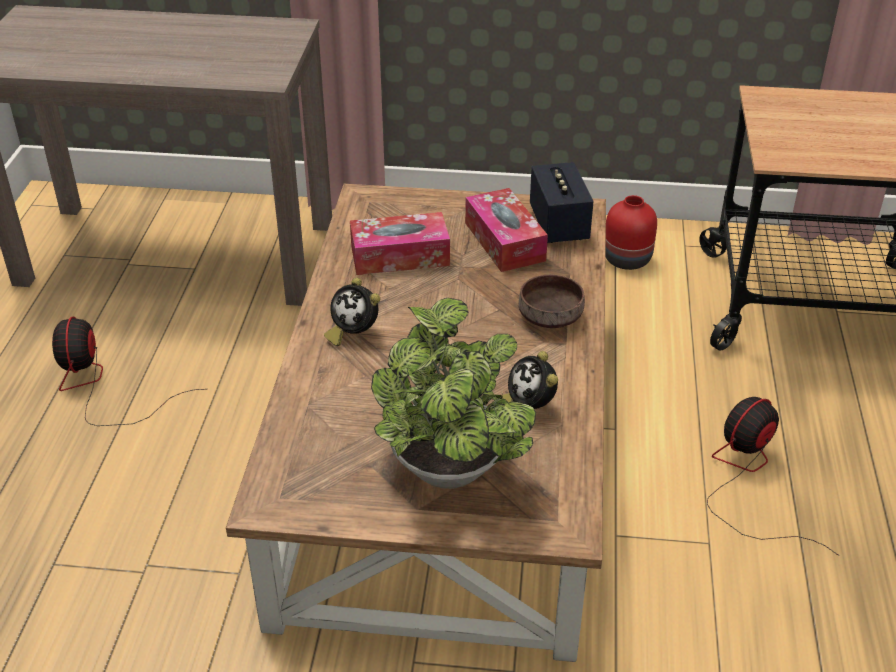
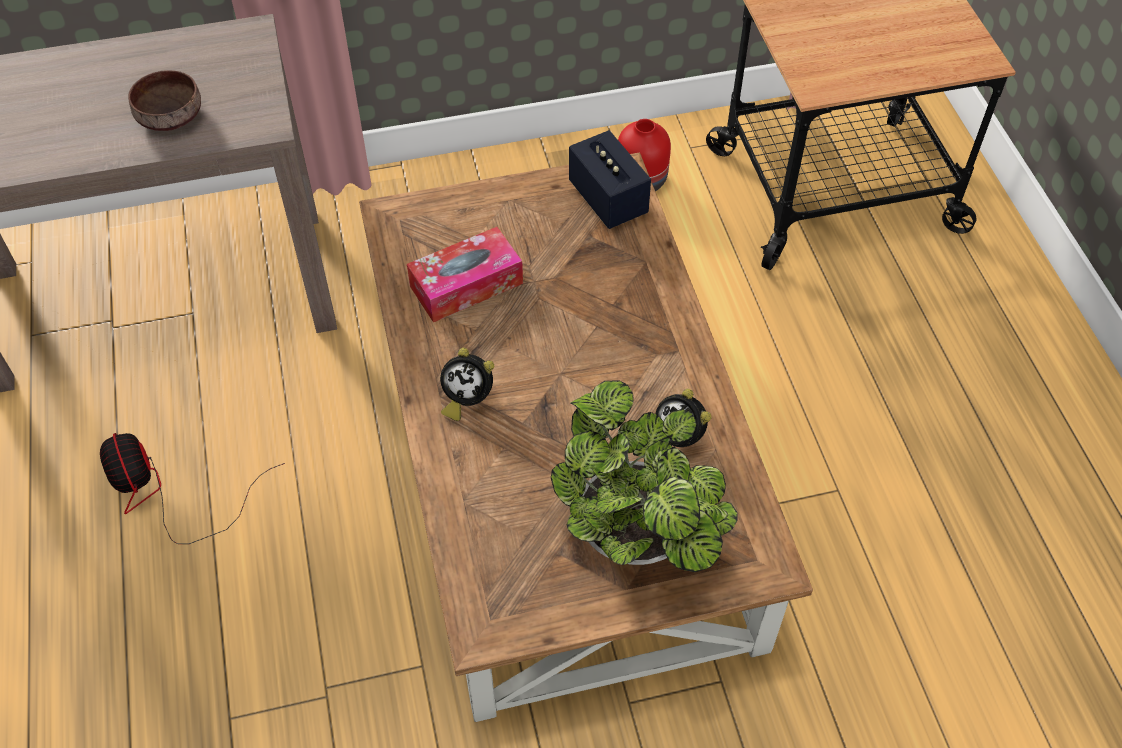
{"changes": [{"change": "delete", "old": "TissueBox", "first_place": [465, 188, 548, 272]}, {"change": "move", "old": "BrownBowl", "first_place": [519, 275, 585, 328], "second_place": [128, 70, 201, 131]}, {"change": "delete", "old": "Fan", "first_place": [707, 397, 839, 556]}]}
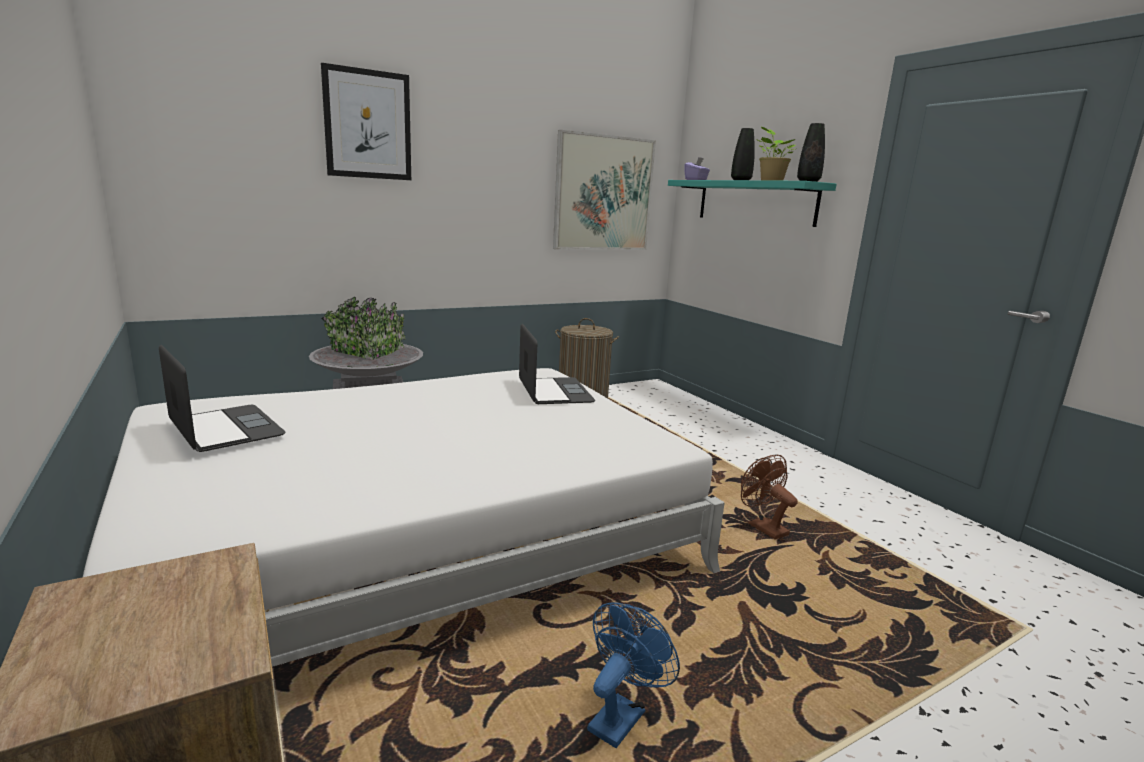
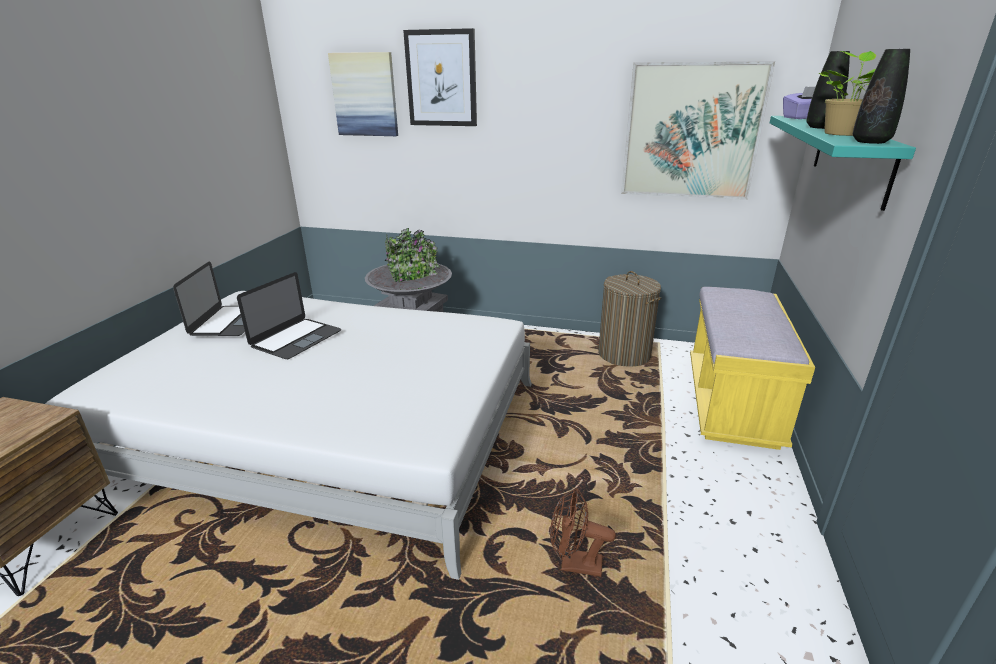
{"changes": [{"change": "move", "old": "Laptop", "first_place": [519, 324, 595, 404], "second_place": [237, 272, 341, 359]}, {"change": "rotate", "old": "BrownFan", "first_place": [741, 454, 798, 540], "second_place": [550, 488, 616, 577], "degrees": -90}, {"change": "delete", "old": "BlueFan", "first_place": [587, 603, 680, 748]}, {"change": "insert", "new": "Picture", "second_place": [328, 52, 398, 136]}, {"change": "insert", "new": "YellowBench", "second_place": [690, 287, 815, 450]}]}
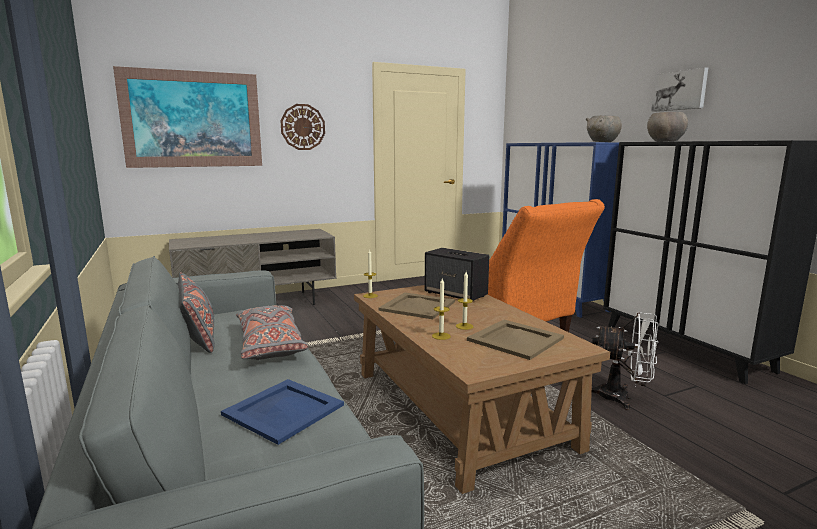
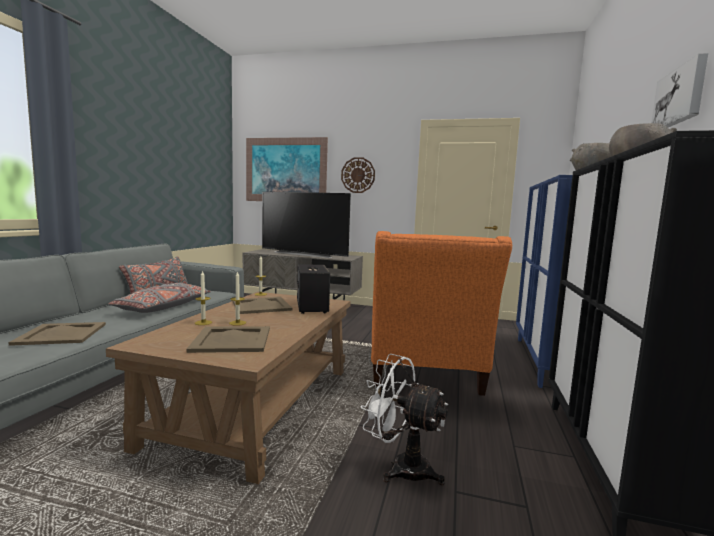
{"changes": [{"change": "rotate", "old": "WhiteFan", "first_place": [592, 312, 659, 410], "second_place": [361, 354, 448, 485], "degrees": 150}, {"change": "recolor", "old": "BlueTray", "new": "BeigeTray", "first_place": [221, 379, 344, 445], "second_place": [8, 322, 106, 346]}, {"change": "insert", "new": "Television", "second_place": [262, 192, 351, 258]}]}
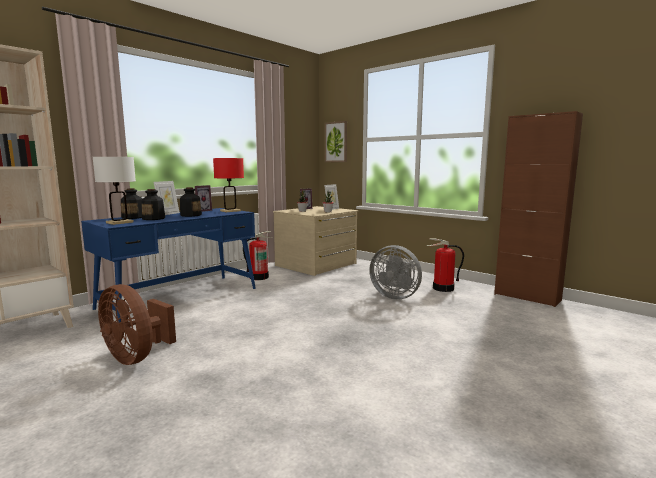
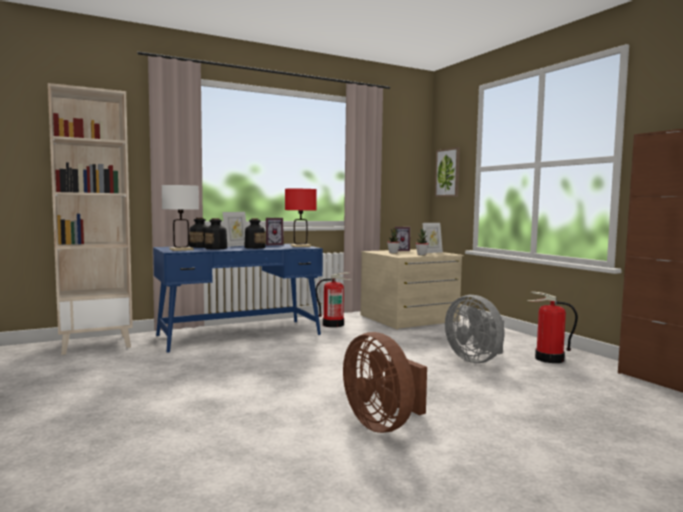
{"changes": [{"change": "move", "old": "BrownFan", "first_place": [98, 284, 176, 365], "second_place": [343, 332, 427, 433]}]}
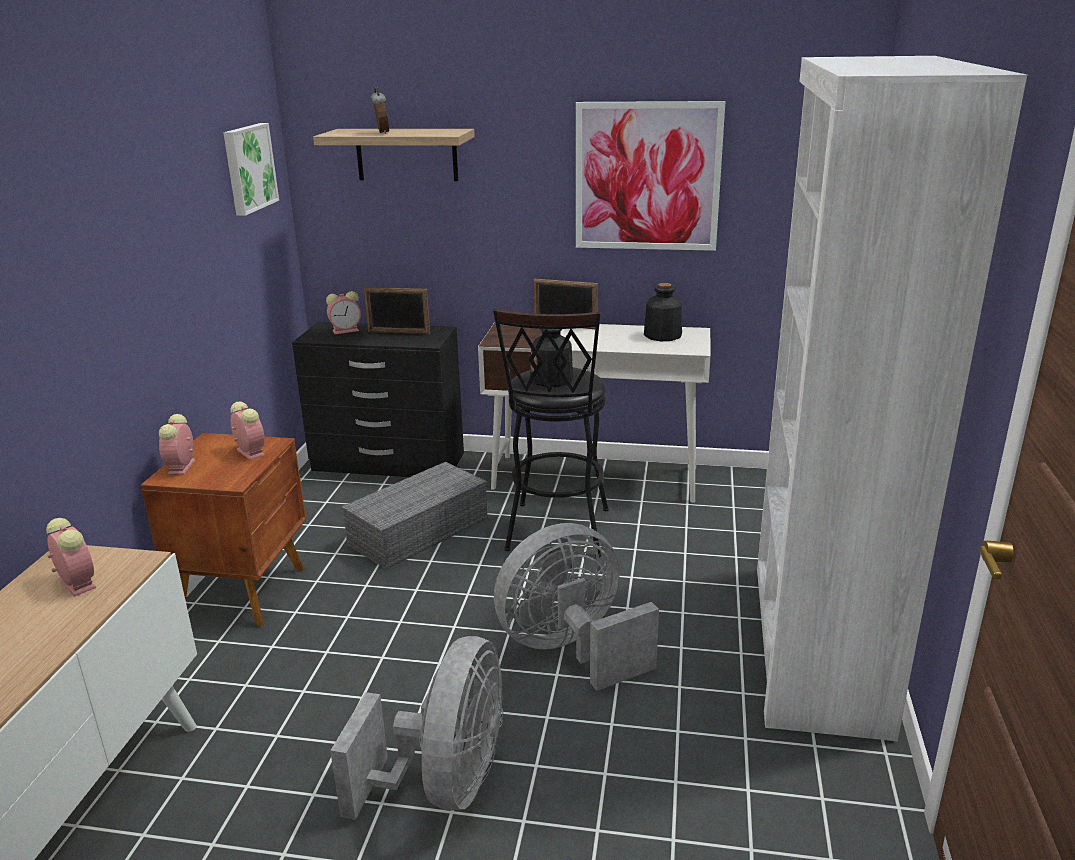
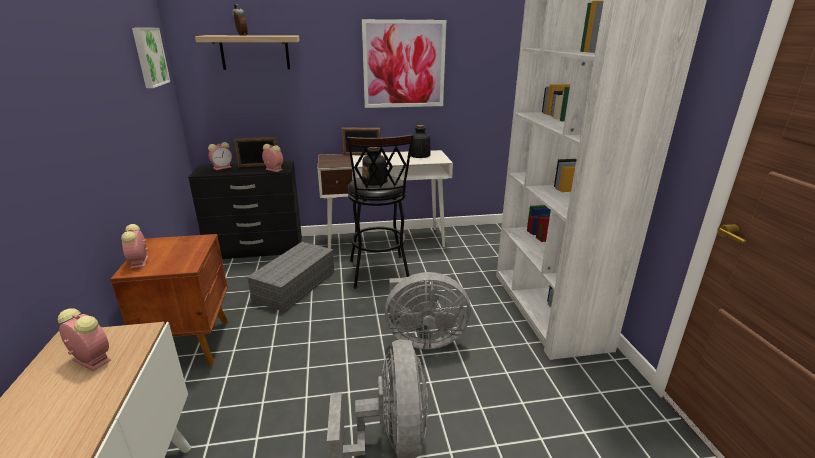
{"changes": [{"change": "move", "old": "AlarmClock", "first_place": [230, 402, 265, 460], "second_place": [262, 144, 283, 172]}, {"change": "rotate", "old": "GreyFan", "first_place": [494, 523, 659, 691], "second_place": [385, 272, 471, 349], "degrees": -135}]}
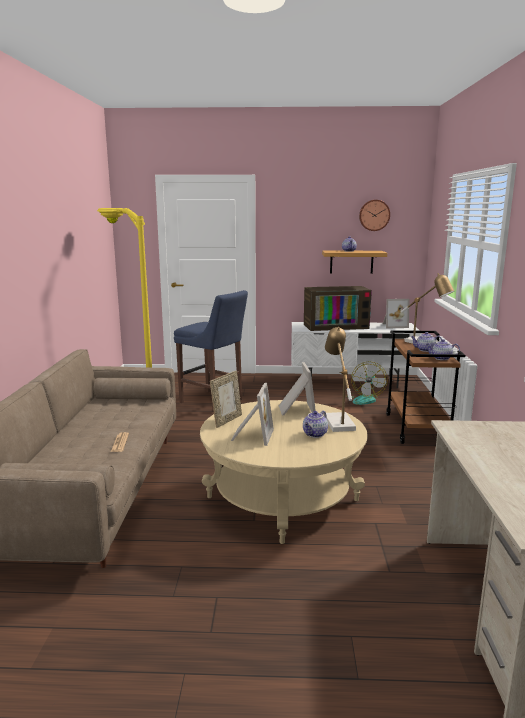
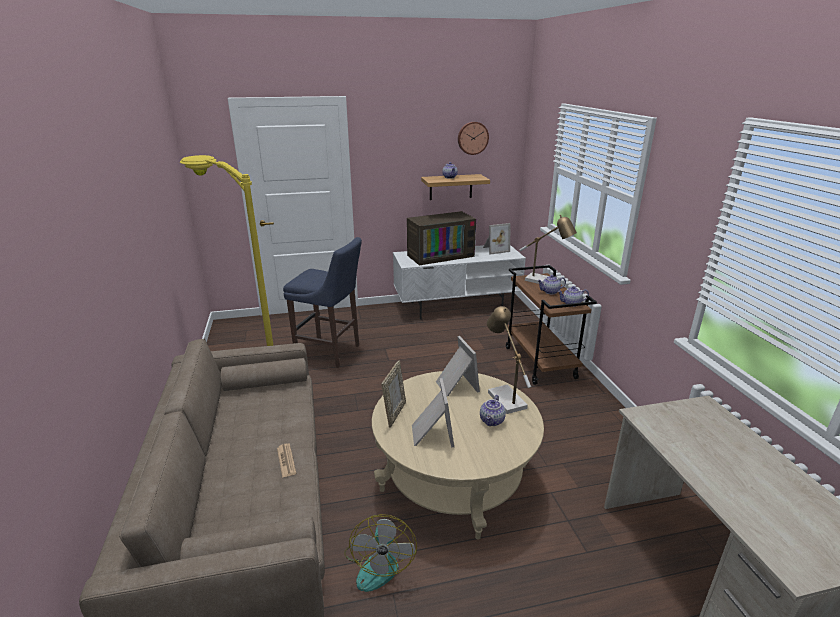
{"changes": [{"change": "move", "old": "Fan", "first_place": [346, 362, 388, 405], "second_place": [344, 514, 417, 592]}]}
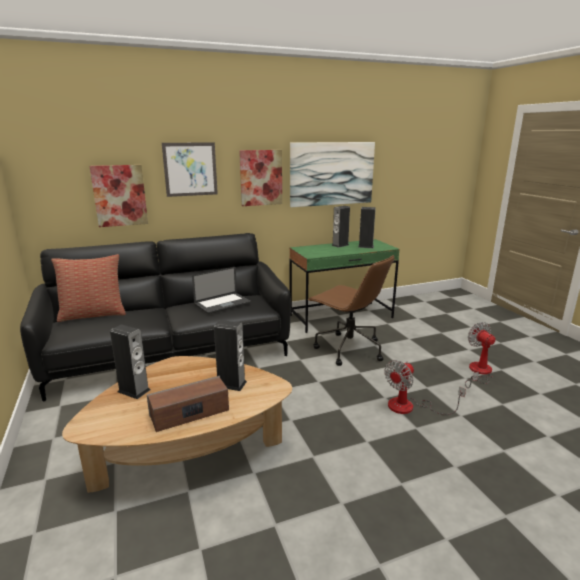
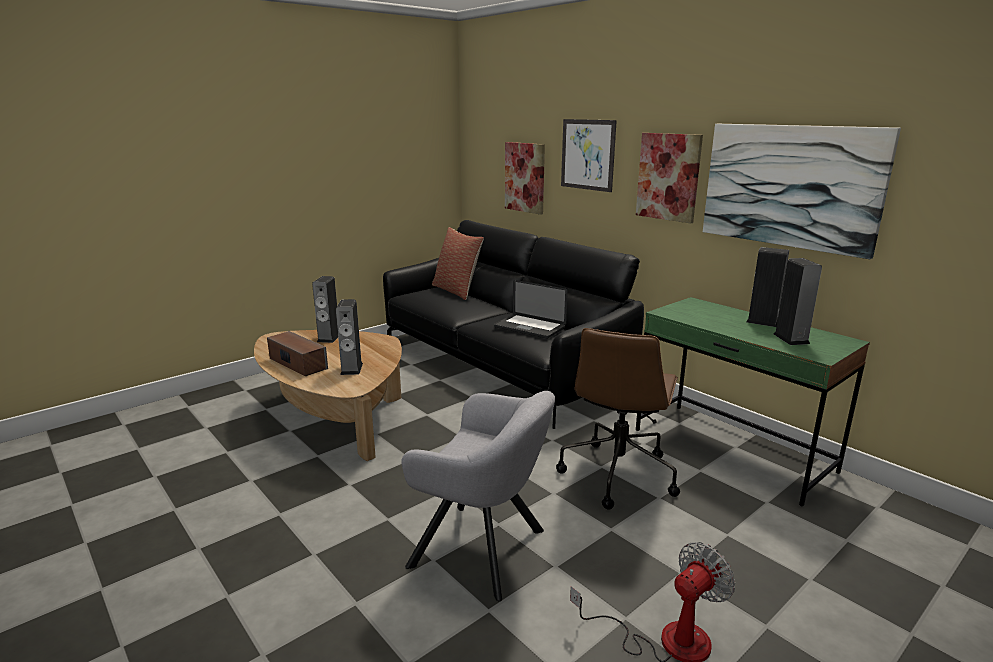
{"changes": [{"change": "replace", "old": "Fan", "new": "GreyArmchair", "first_place": [384, 360, 466, 415], "second_place": [401, 391, 555, 601]}]}
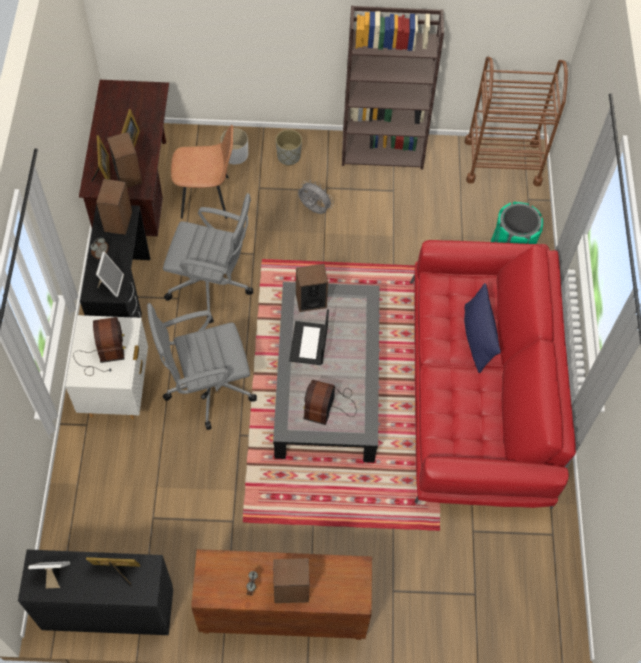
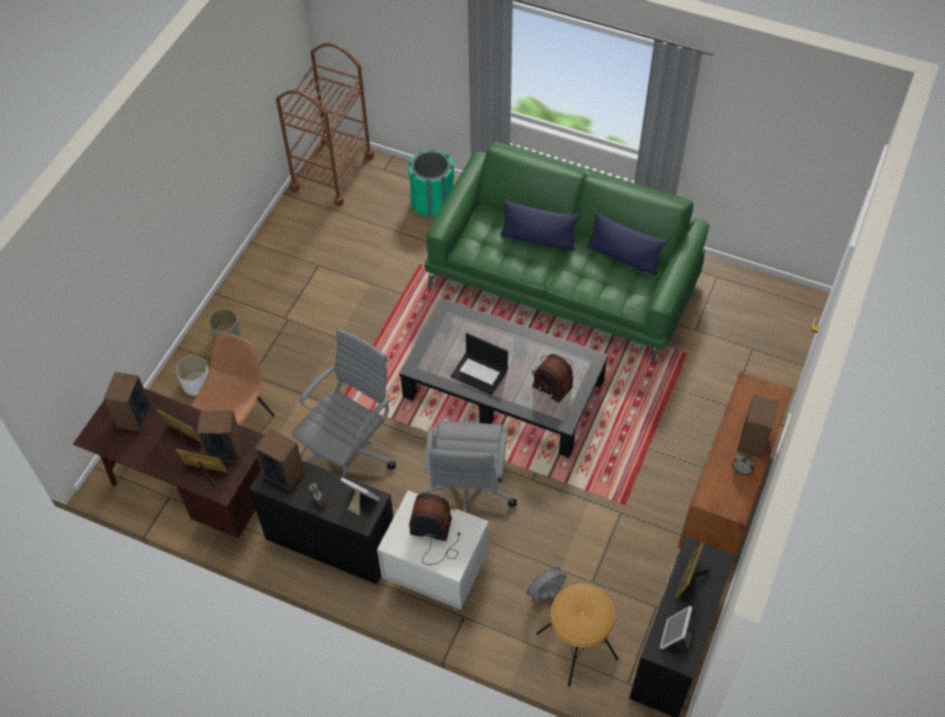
{"changes": [{"change": "delete", "old": "BrownBookcase", "first_place": [342, 6, 444, 169]}, {"change": "move", "old": "GreyFan", "first_place": [298, 180, 334, 214], "second_place": [523, 563, 566, 603]}, {"change": "recolor", "old": "RedSofa", "new": "GreenSofa", "first_place": [410, 240, 576, 509], "second_place": [425, 141, 709, 362]}, {"change": "move", "old": "Speaker", "first_place": [296, 264, 328, 312], "second_place": [103, 372, 151, 432]}, {"change": "insert", "new": "BluePillow", "second_place": [587, 213, 666, 276]}, {"change": "insert", "new": "BrownStool", "second_place": [536, 584, 619, 687]}]}
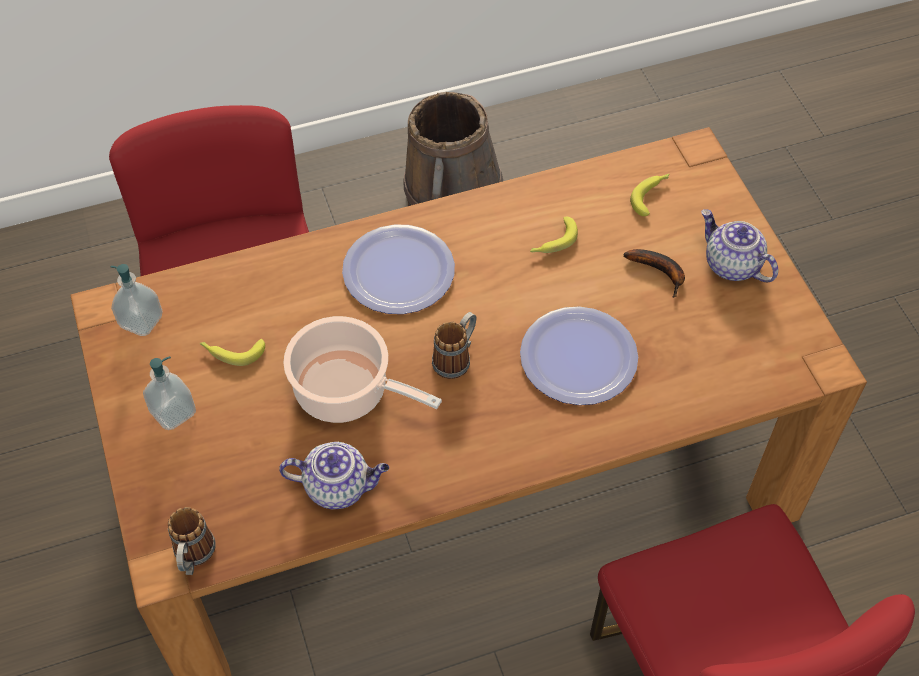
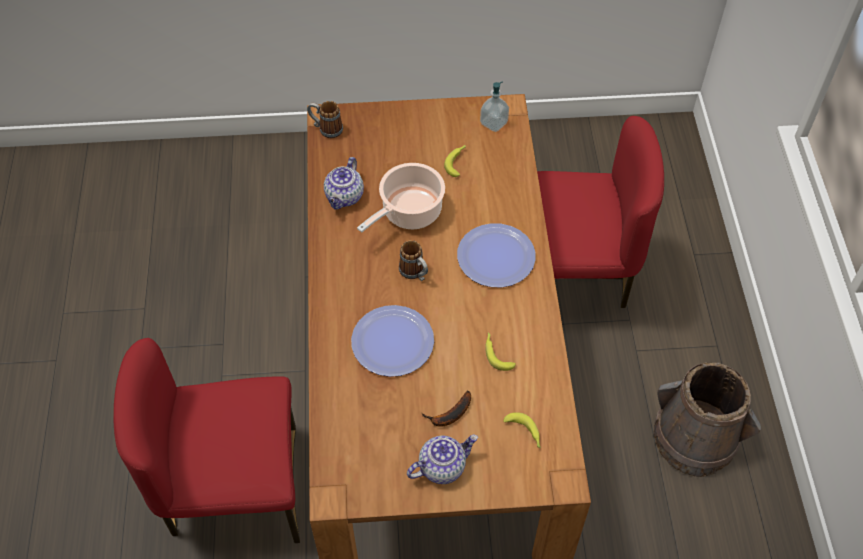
{"changes": [{"change": "delete", "old": "SoapDispenser", "first_place": [143, 356, 196, 430]}]}
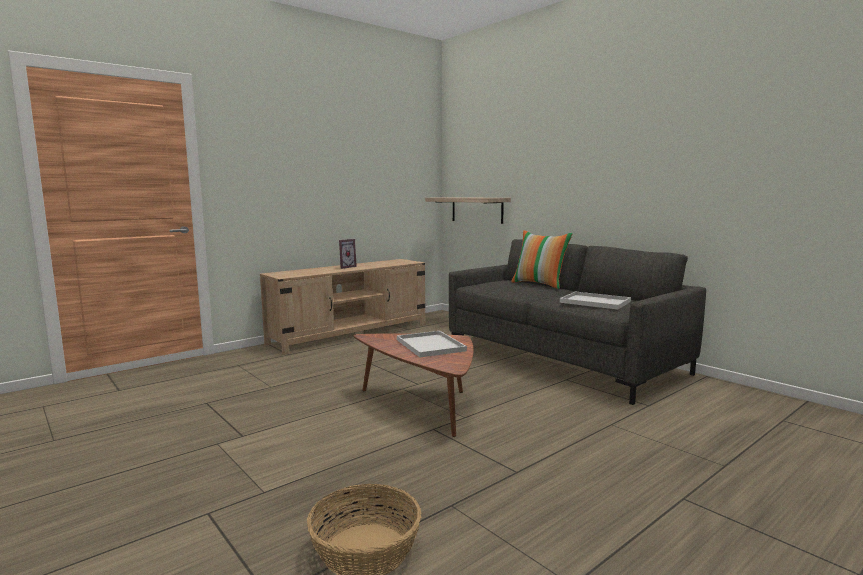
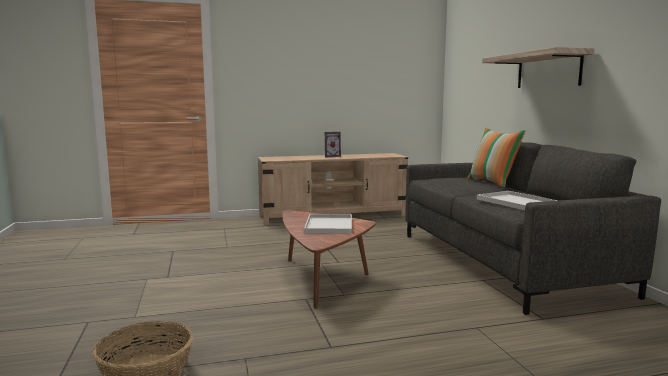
{"changes": [{"change": "move", "old": "Shelf", "first_place": [425, 197, 511, 224], "second_place": [482, 47, 594, 88]}]}
